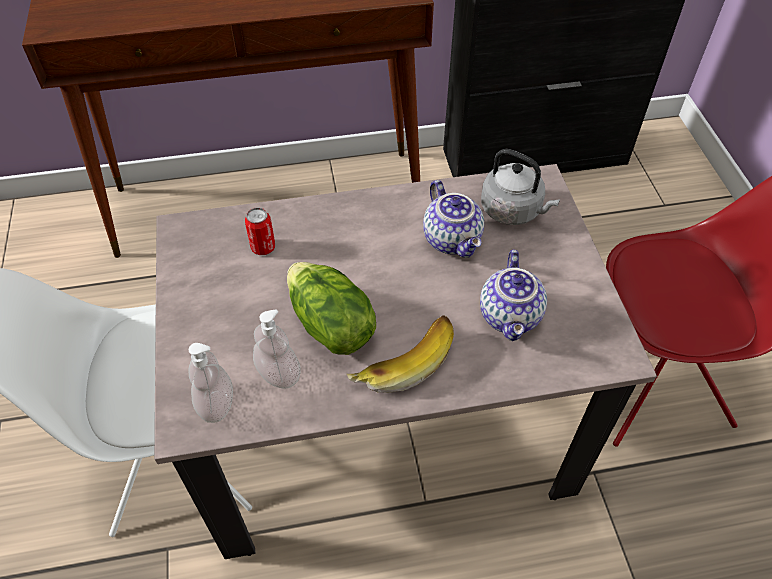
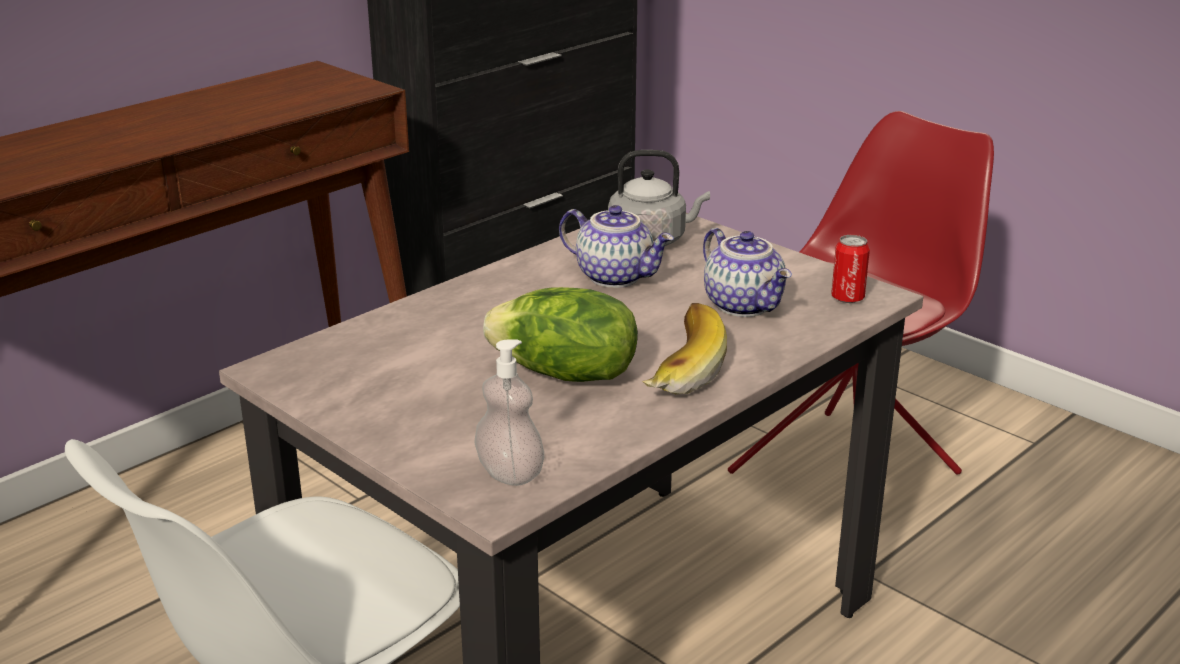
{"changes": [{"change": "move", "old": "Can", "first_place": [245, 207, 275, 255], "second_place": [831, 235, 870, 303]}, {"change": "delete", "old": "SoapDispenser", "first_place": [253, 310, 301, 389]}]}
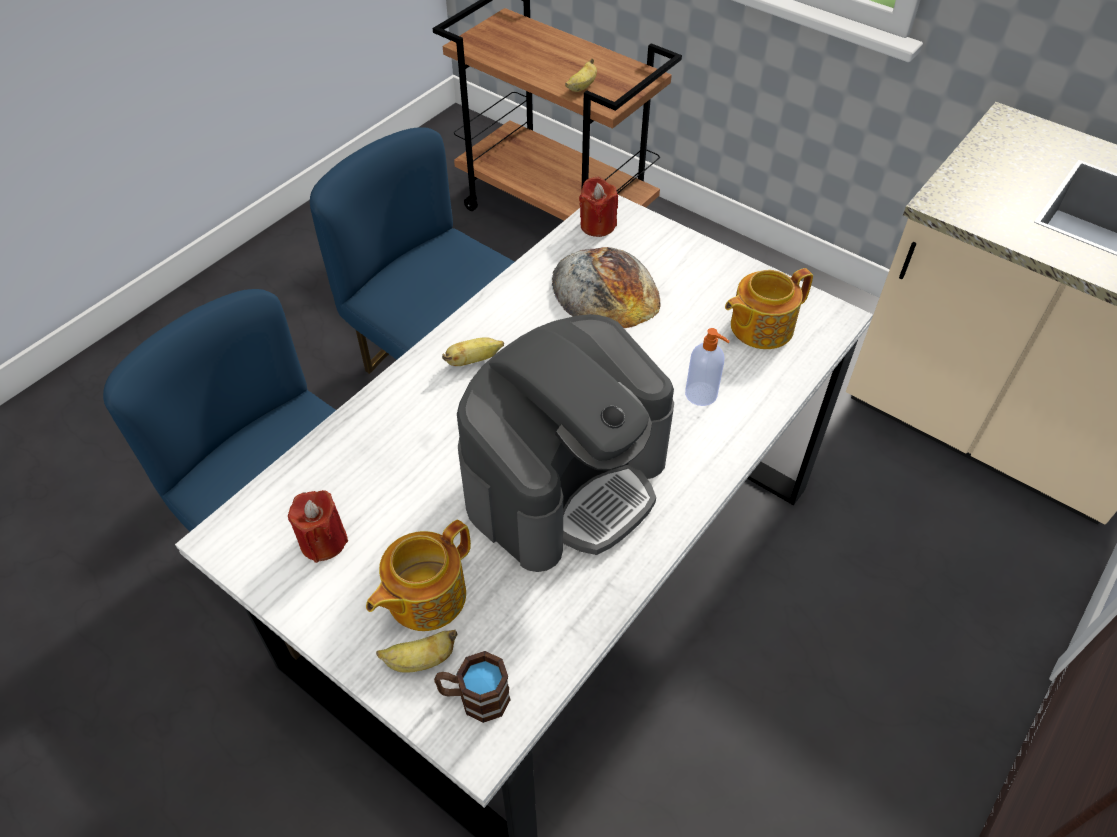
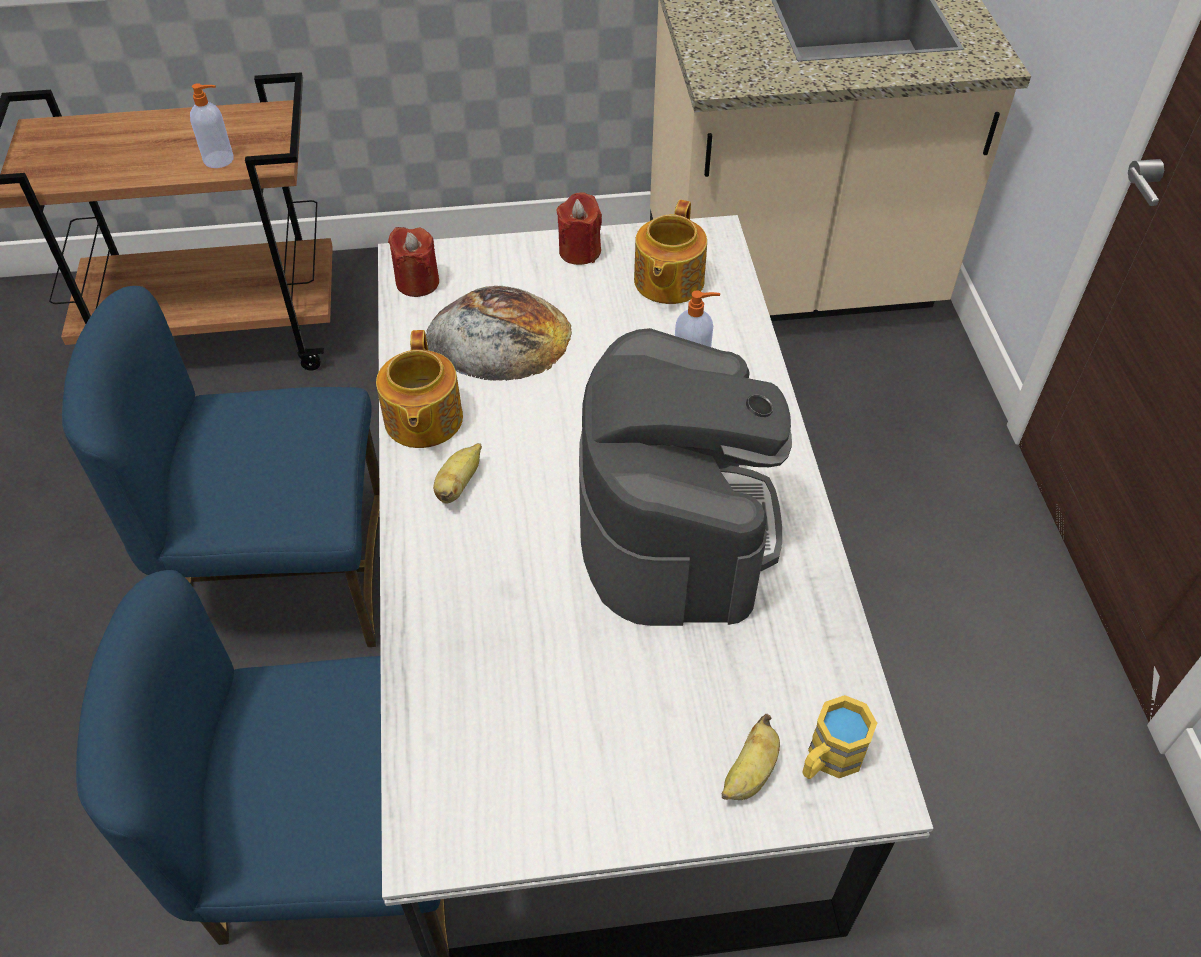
{"changes": [{"change": "replace", "old": "Banana", "new": "SoapDispenser", "first_place": [565, 59, 597, 92], "second_place": [190, 83, 234, 168]}, {"change": "move", "old": "RedCandle", "first_place": [288, 490, 348, 563], "second_place": [556, 192, 602, 265]}, {"change": "move", "old": "Teapot", "first_place": [366, 520, 471, 631], "second_place": [376, 330, 463, 448]}, {"change": "recolor", "old": "BrownMug", "new": "YellowMug", "first_place": [434, 651, 511, 723], "second_place": [802, 695, 877, 779]}]}
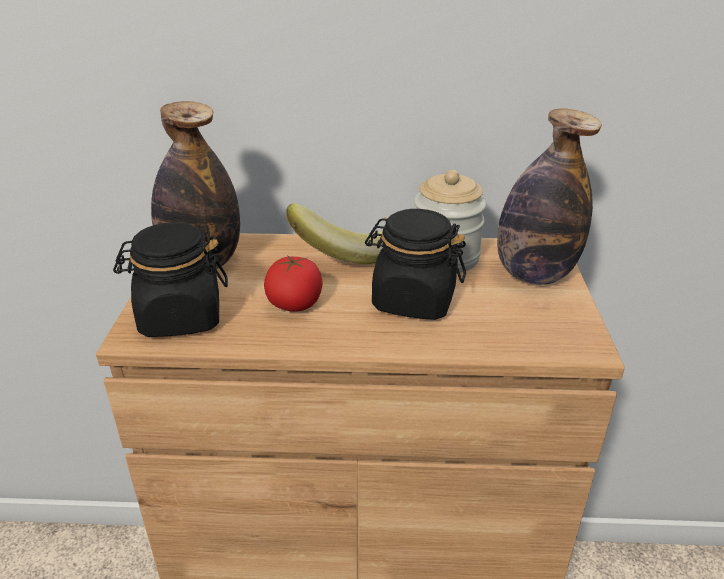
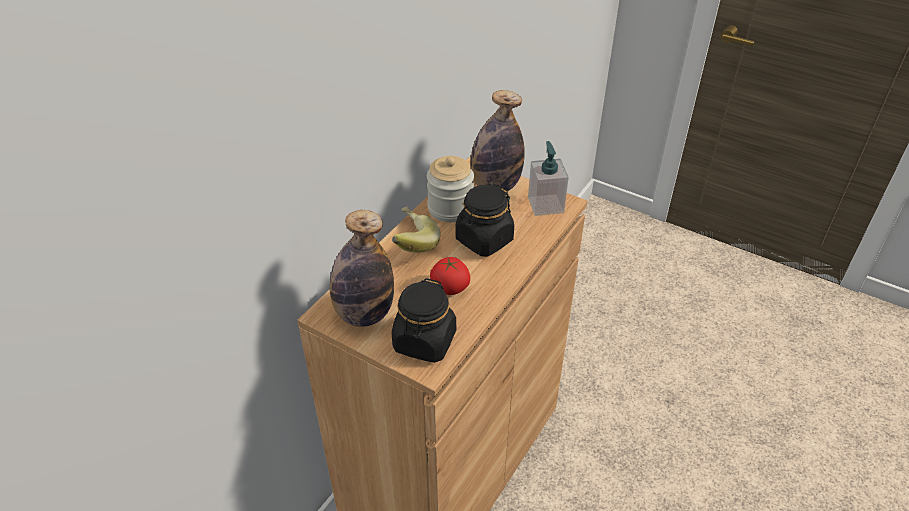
{"changes": [{"change": "insert", "new": "SoapDispenser", "second_place": [528, 141, 569, 216]}]}
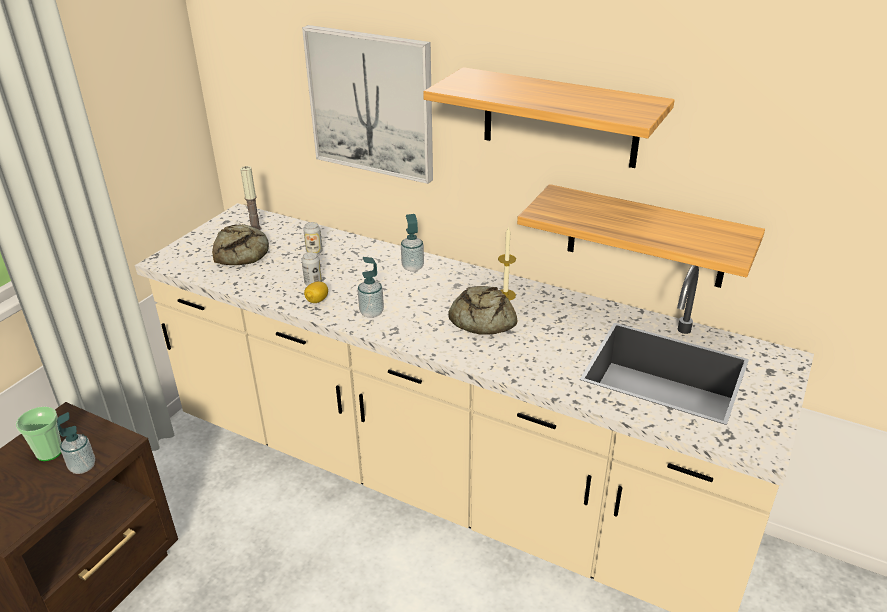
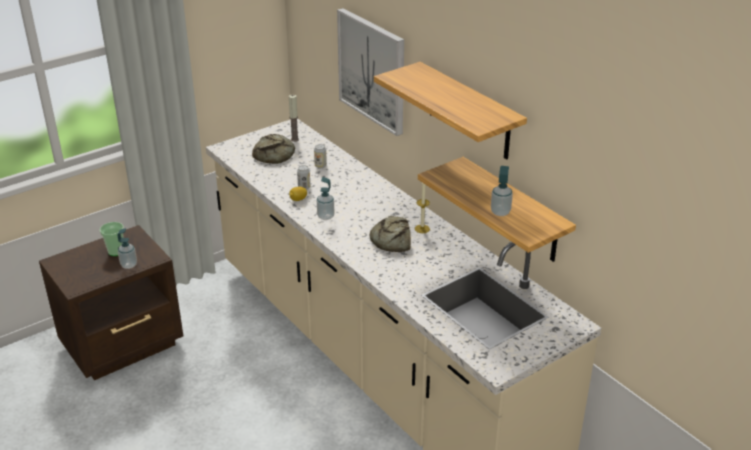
{"changes": [{"change": "move", "old": "SoapDispenser", "first_place": [401, 214, 424, 271], "second_place": [491, 166, 513, 216]}]}
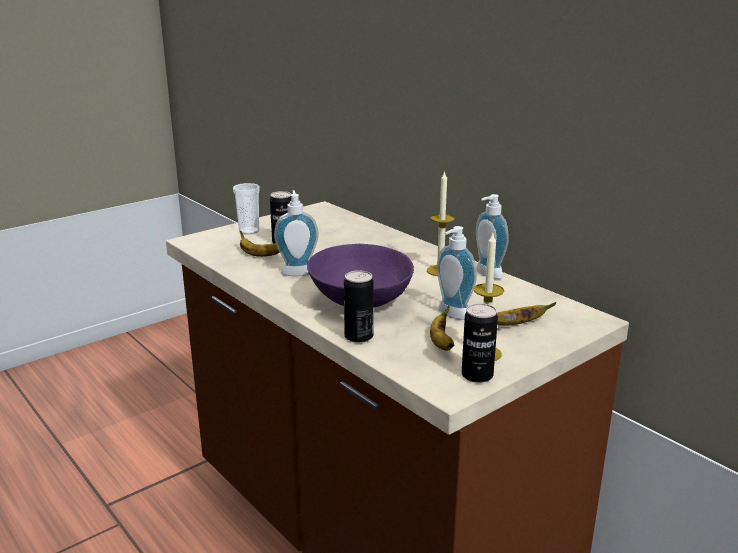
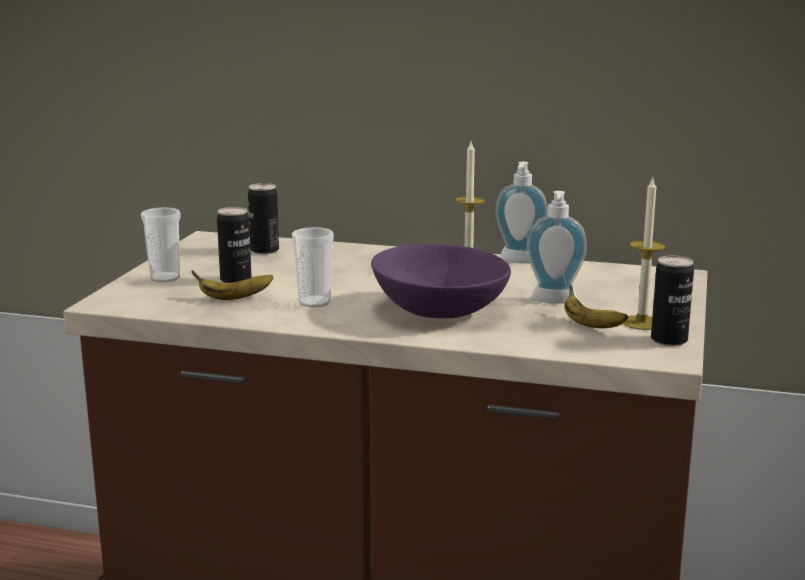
{"changes": [{"change": "replace", "old": "SoapDispenser", "new": "Cup", "first_place": [274, 190, 319, 276], "second_place": [292, 227, 334, 307]}, {"change": "move", "old": "Can", "first_place": [344, 270, 374, 343], "second_place": [248, 183, 279, 254]}, {"change": "delete", "old": "Banana", "first_place": [497, 302, 557, 326]}]}
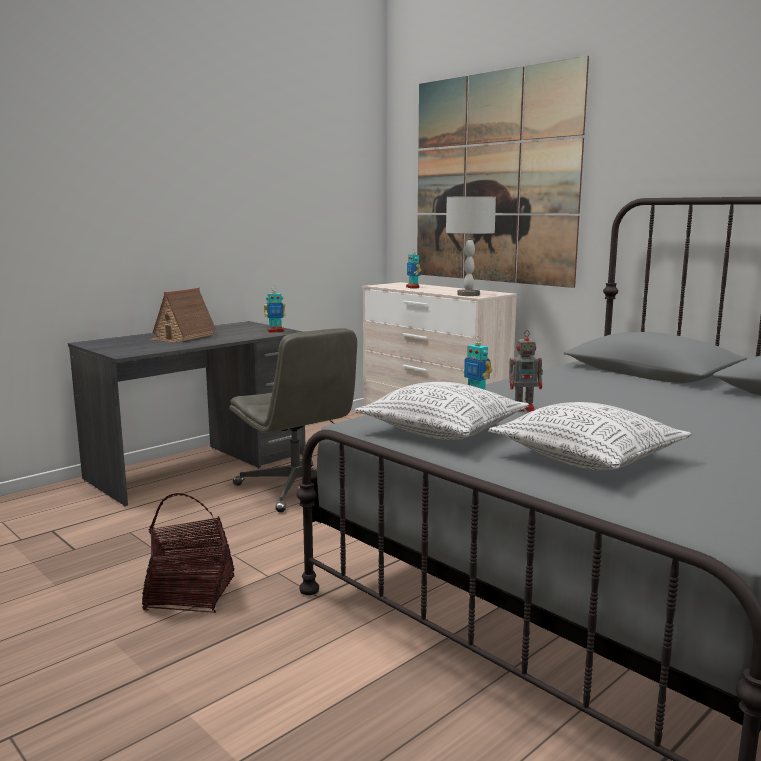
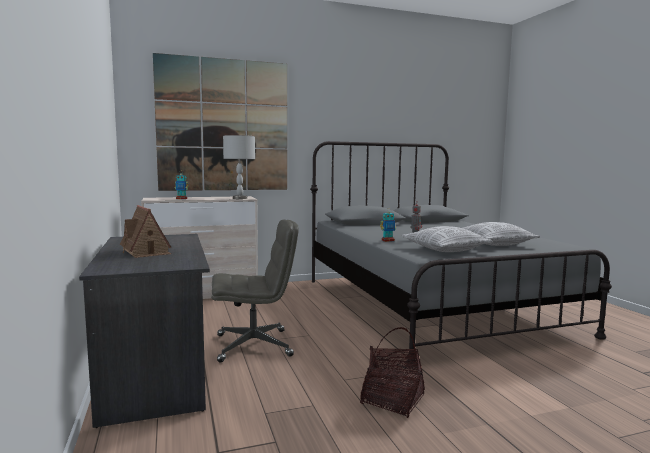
{"changes": [{"change": "delete", "old": "ToyRobot", "first_place": [264, 286, 286, 333]}]}
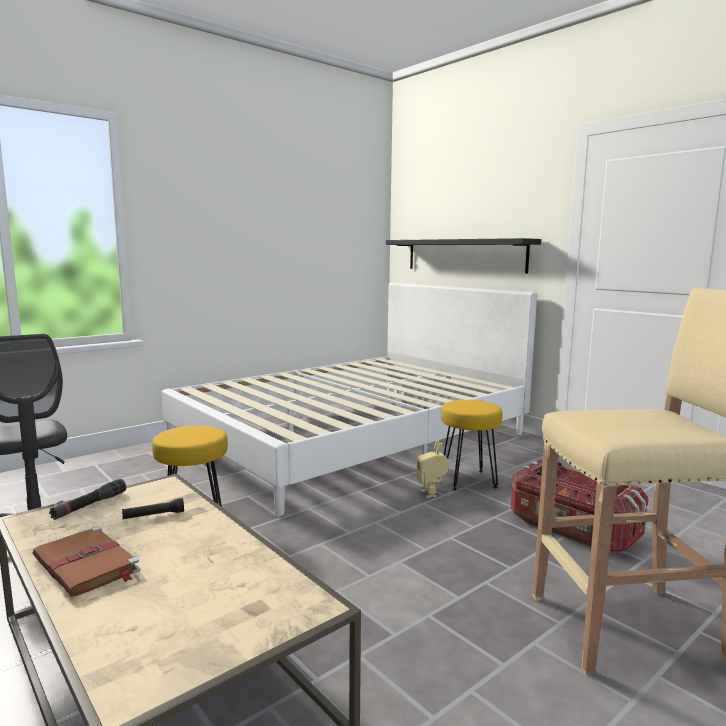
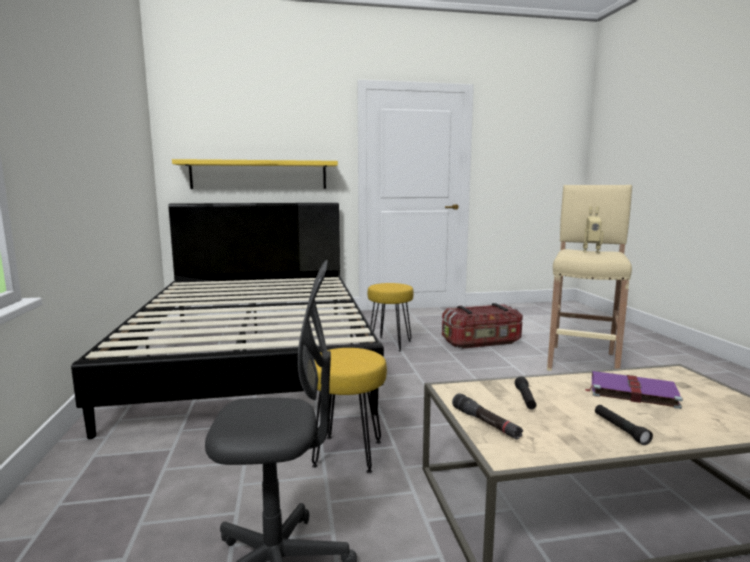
{"changes": [{"change": "recolor", "old": "BlackShelf", "new": "YellowShelf", "first_place": [386, 238, 541, 273], "second_place": [172, 159, 338, 189]}, {"change": "recolor", "old": "WhiteBed", "new": "BlackBed", "first_place": [161, 282, 537, 516], "second_place": [71, 203, 384, 439]}, {"change": "move", "old": "ToyRobot", "first_place": [416, 440, 448, 498], "second_place": [583, 206, 604, 253]}, {"change": "replace", "old": "BrownBook", "new": "BlackFlashlight", "first_place": [33, 526, 140, 597], "second_place": [595, 405, 653, 445]}, {"change": "insert", "new": "PurpleBook", "second_place": [586, 371, 683, 409]}]}
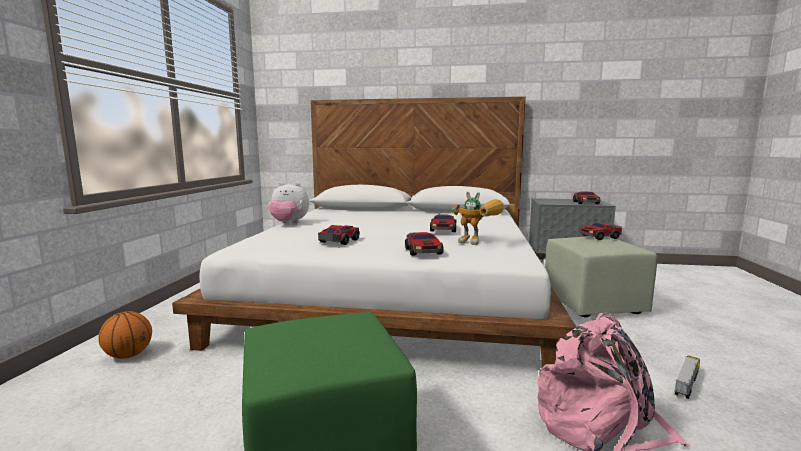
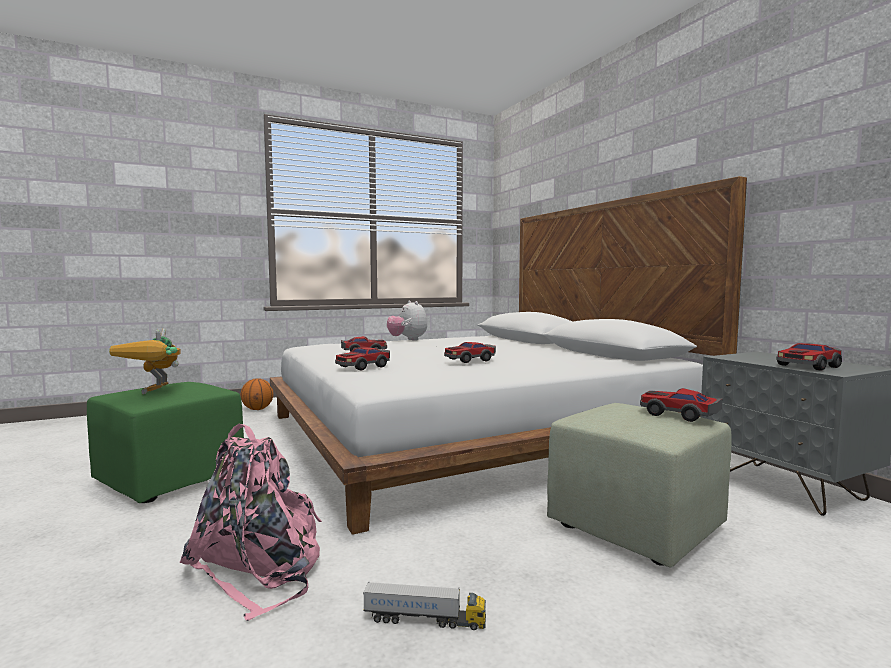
{"changes": [{"change": "move", "old": "ToyRobot", "first_place": [452, 191, 504, 245], "second_place": [109, 328, 181, 394]}]}
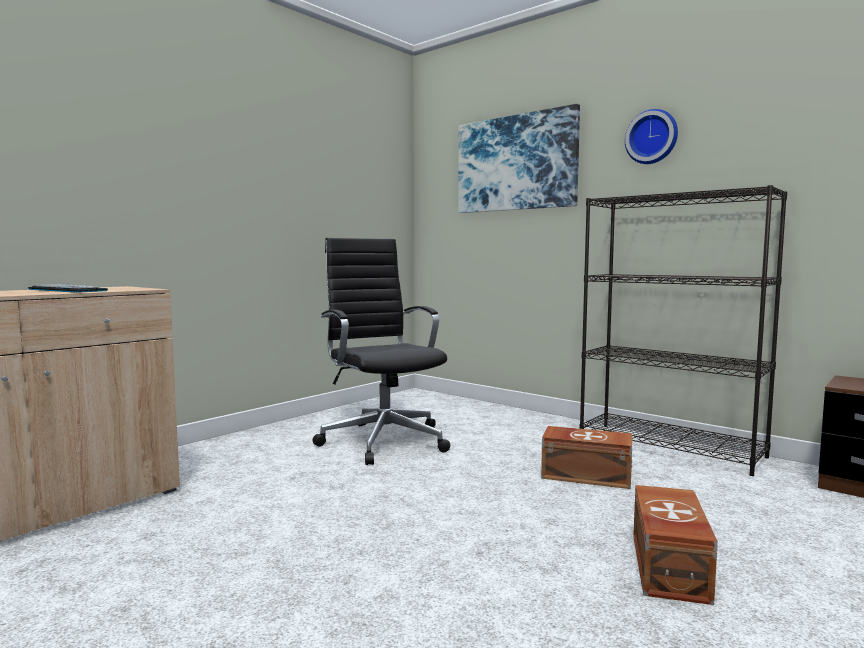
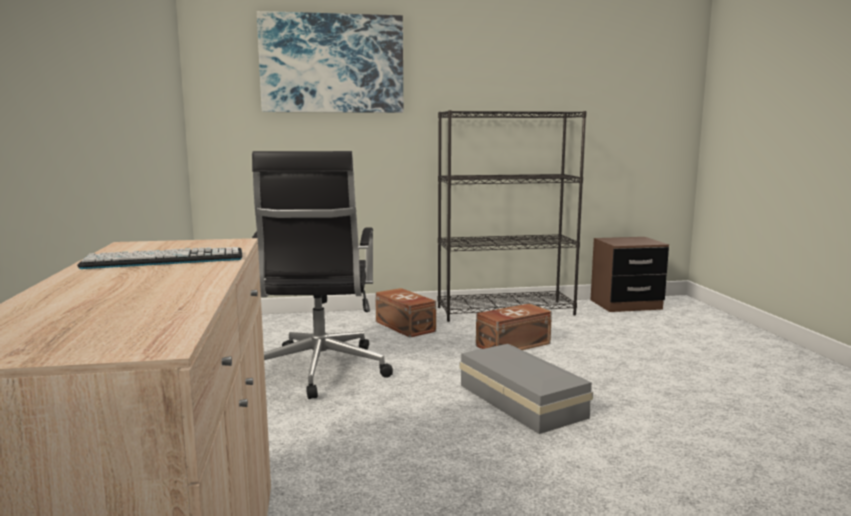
{"changes": [{"change": "delete", "old": "WallClock", "first_place": [625, 109, 678, 164]}, {"change": "rotate", "old": "BlackOfficeChair", "first_place": [312, 238, 450, 465], "second_place": [252, 151, 393, 399], "degrees": -105}, {"change": "move", "old": "BrownStorageBox", "first_place": [633, 485, 718, 605], "second_place": [375, 288, 436, 338]}, {"change": "insert", "new": "GreyStorageBox", "second_place": [459, 344, 593, 434]}]}
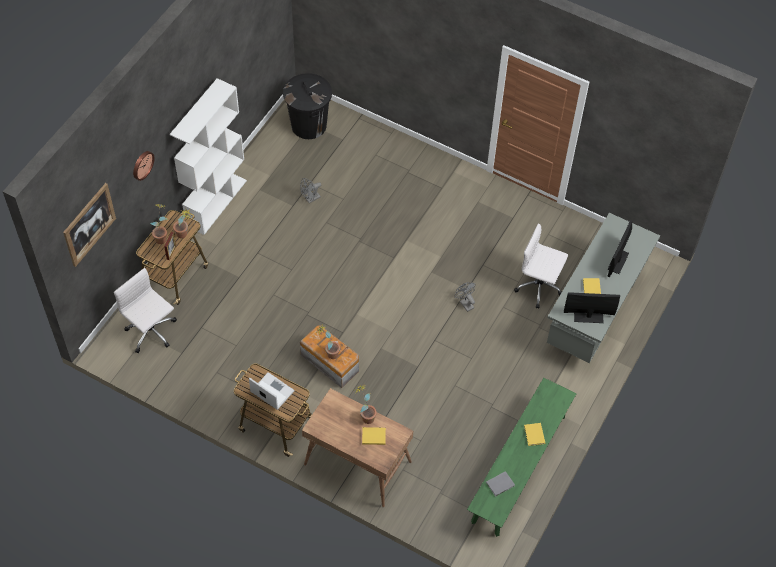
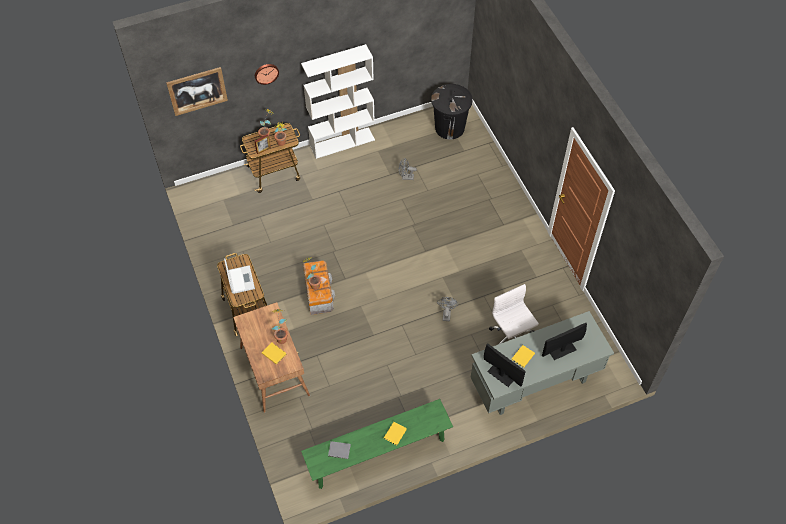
{"changes": [{"change": "delete", "old": "WhiteOfficeChair", "first_place": [114, 268, 177, 353]}]}
